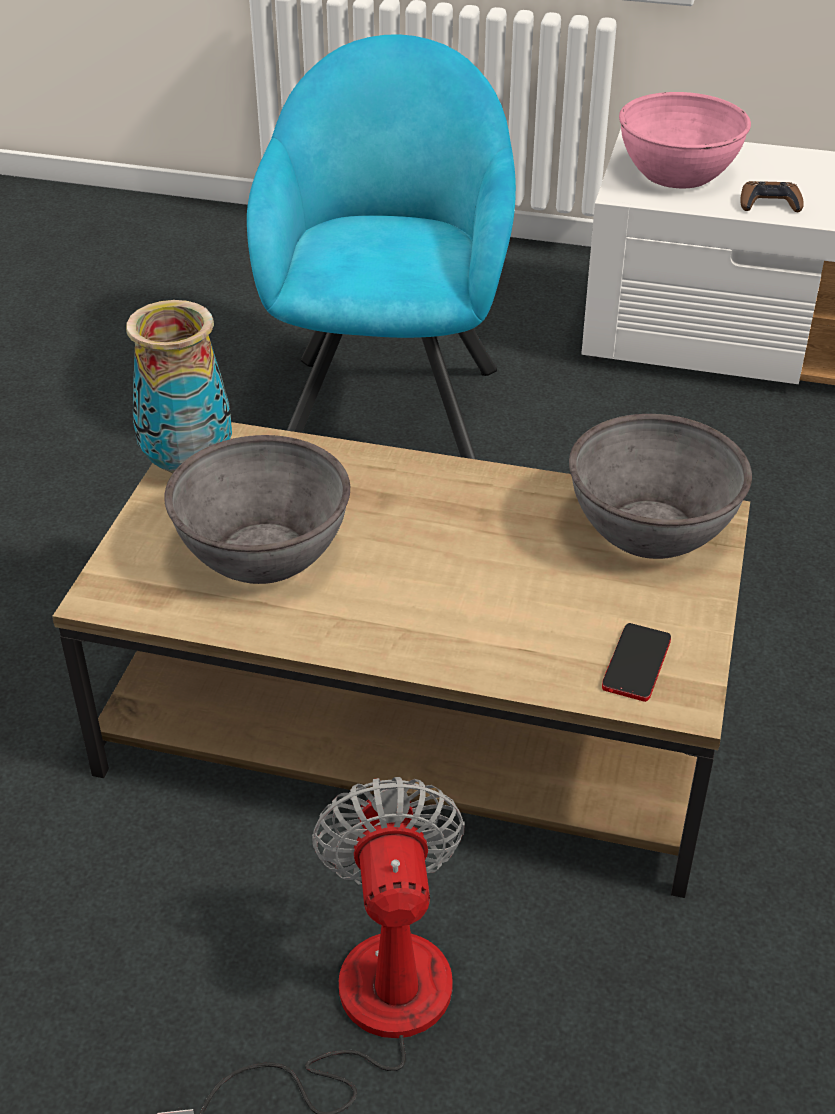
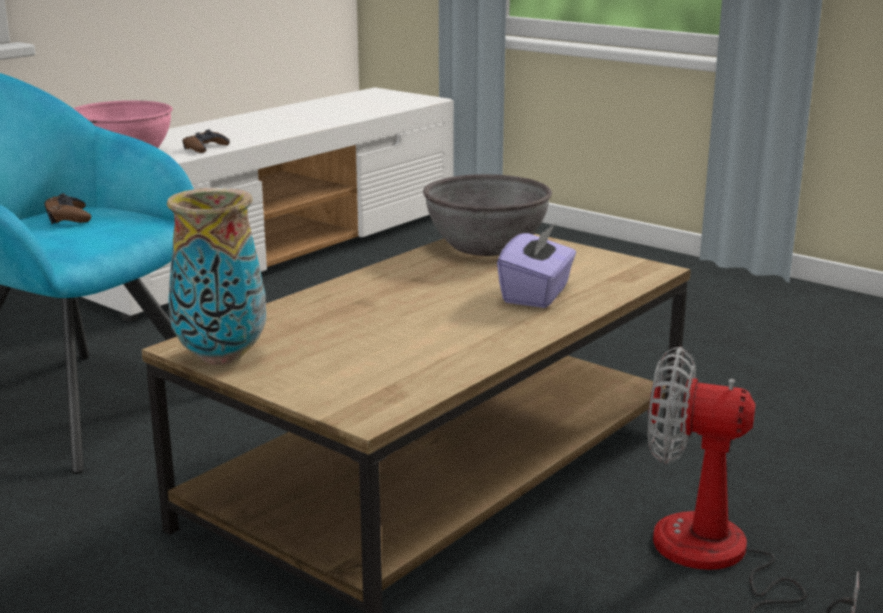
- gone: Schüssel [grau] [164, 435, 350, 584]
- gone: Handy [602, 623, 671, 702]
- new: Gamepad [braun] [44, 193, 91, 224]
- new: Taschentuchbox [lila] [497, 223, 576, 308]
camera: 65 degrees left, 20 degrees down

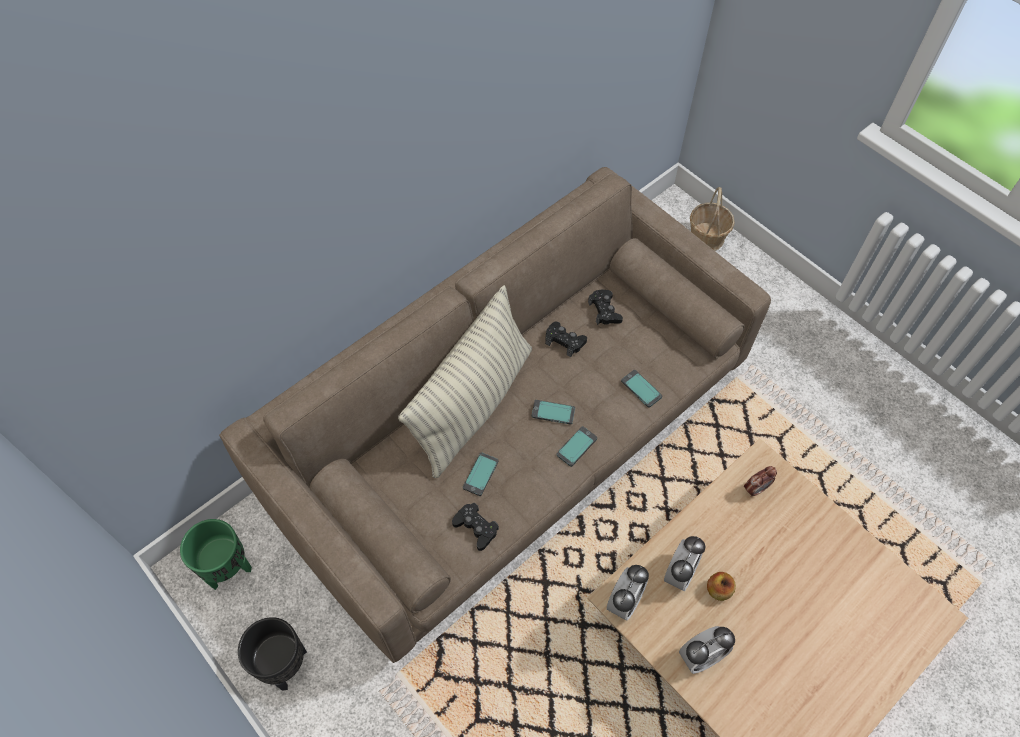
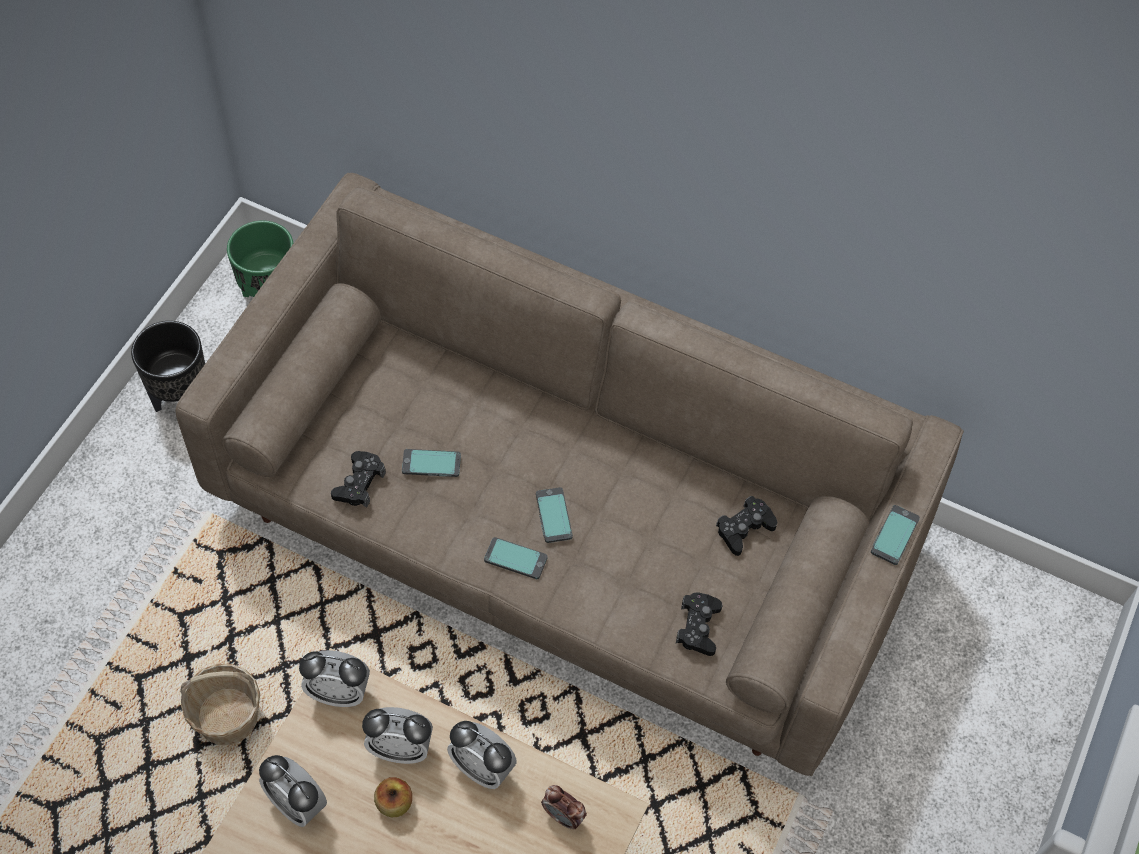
- gone: Kissen [398, 285, 532, 478]
- shifted: Gamepad [schwarz] [545, 321, 587, 357] to [676, 592, 722, 656]
- shifted: Handy [621, 370, 662, 408] to [871, 505, 920, 565]
- shifted: Korb [690, 187, 735, 251] to [180, 664, 260, 745]
- new: Wecker [447, 721, 517, 789]
camera: 65 degrees right, 0 degrees up

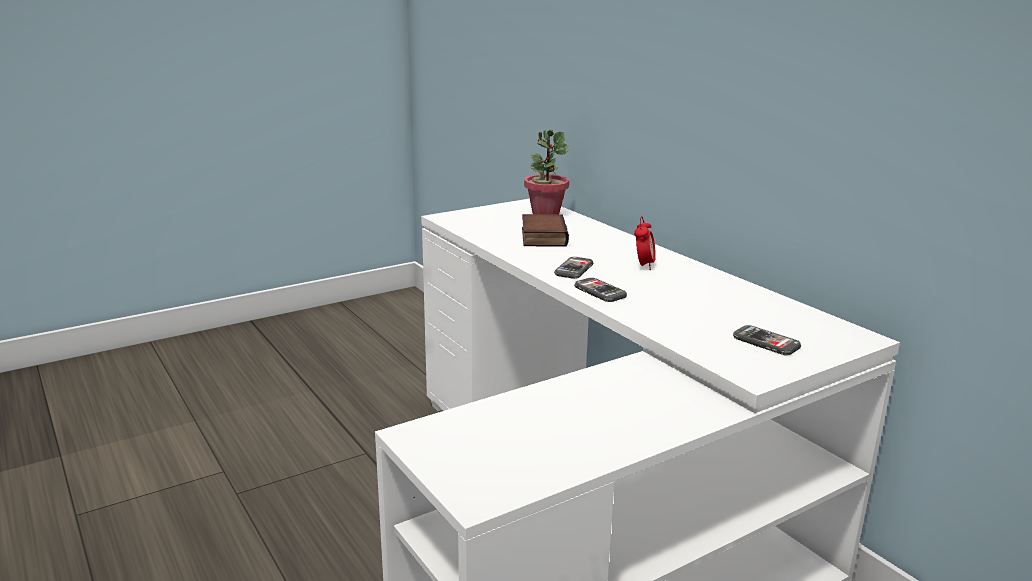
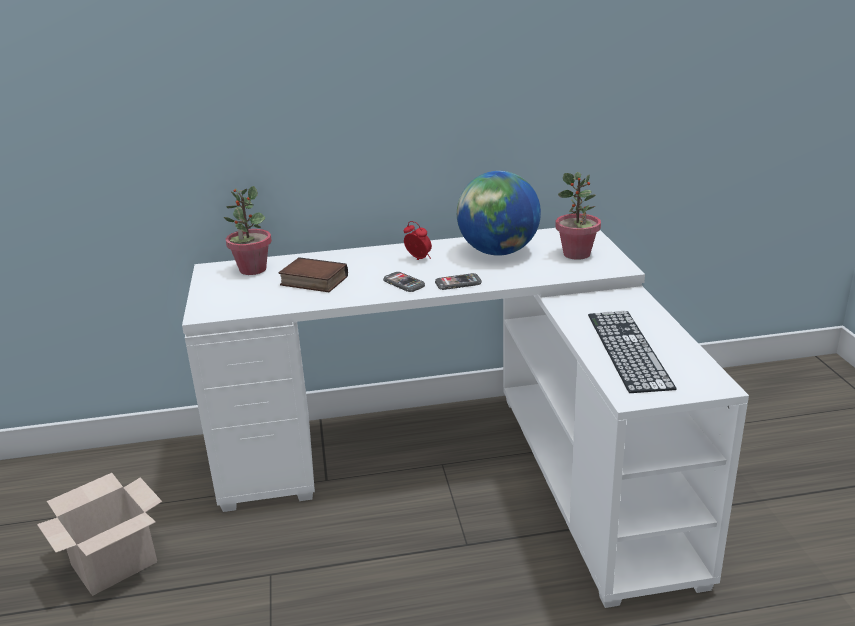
- swapped: Handy [733, 325, 801, 355] to Topfpflanze [555, 172, 601, 260]
- new: Karton [37, 473, 162, 596]
- new: Globus [457, 171, 541, 256]
- new: Tastatur [588, 311, 677, 393]
camera: 65 degrees left, 5 degrees up

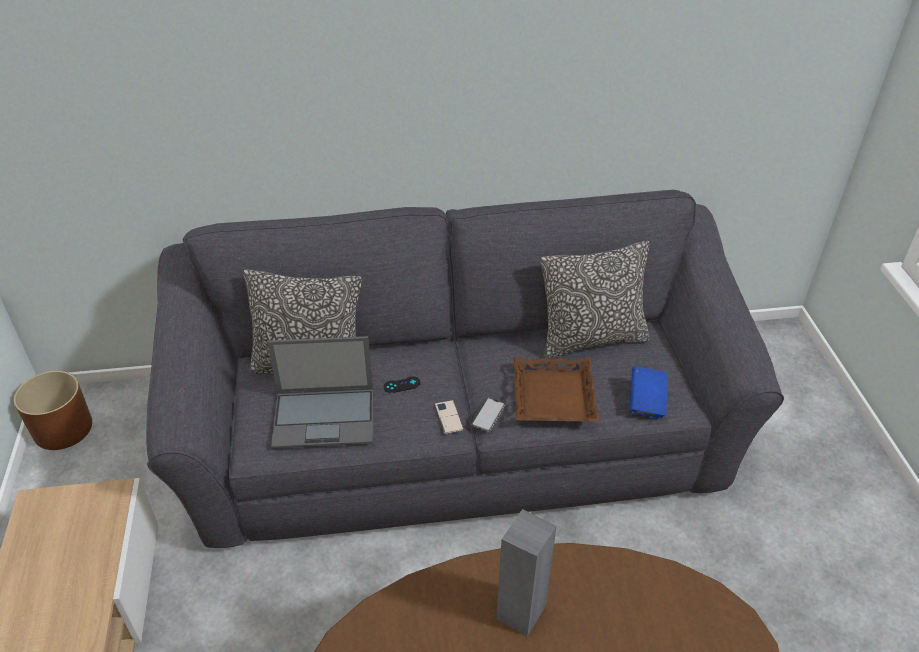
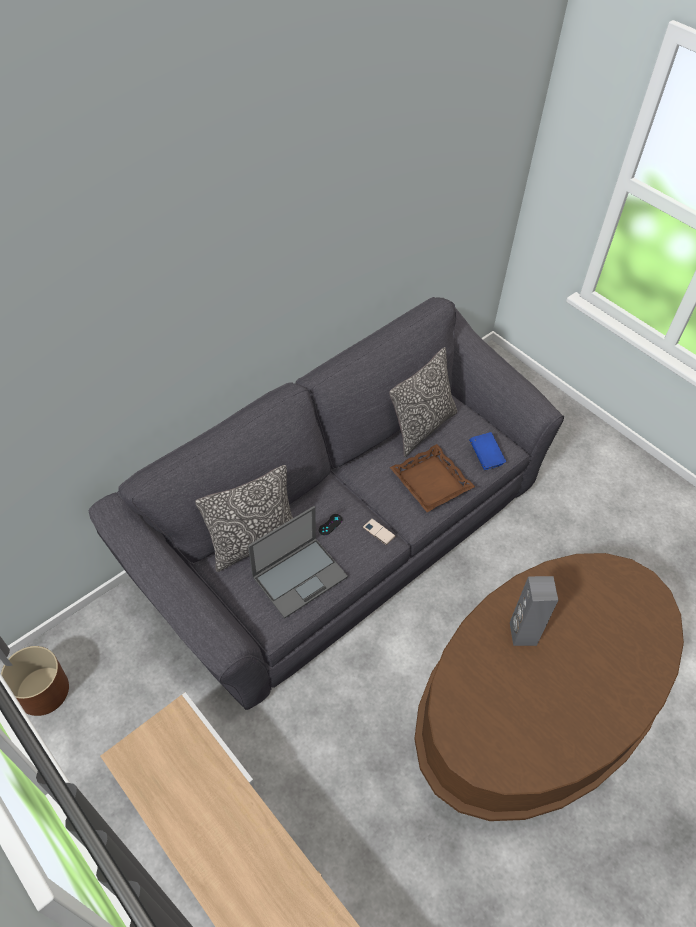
- gone: Handy [471, 397, 505, 432]
camera: 35 degrees left, 10 degrees up

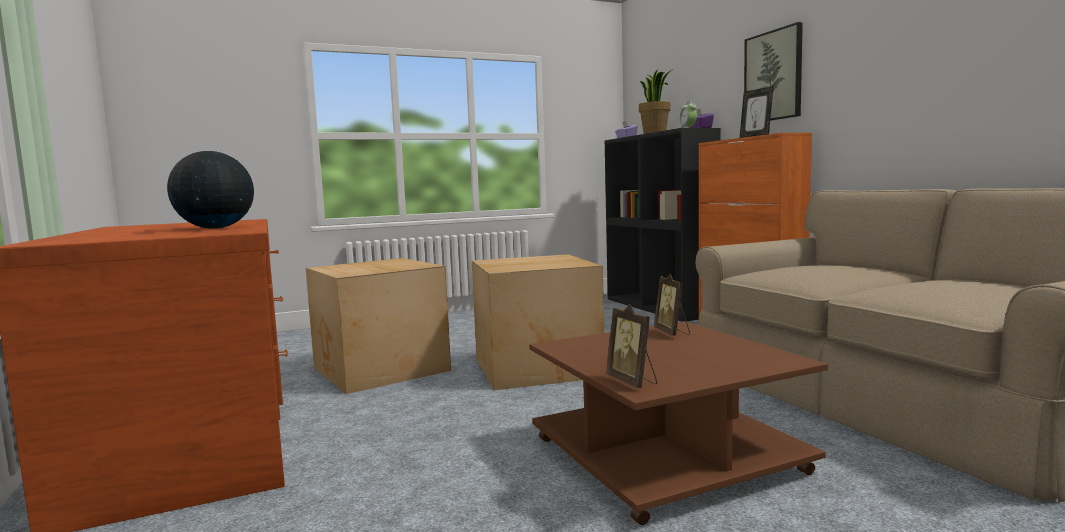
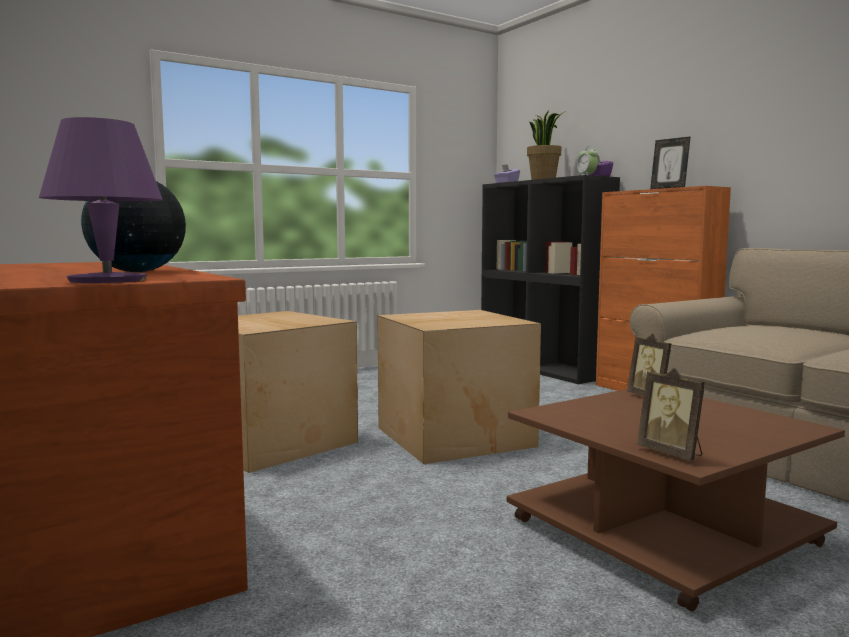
- gone: Bild [744, 22, 803, 121]
- new: Tischlampe [lila] [39, 117, 163, 283]
camera: 10 degrees left, 0 degrees up

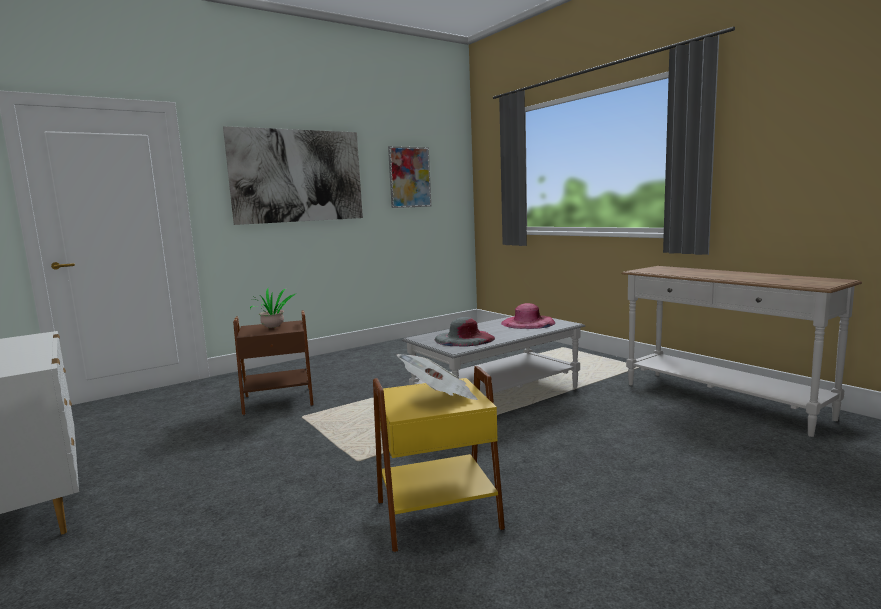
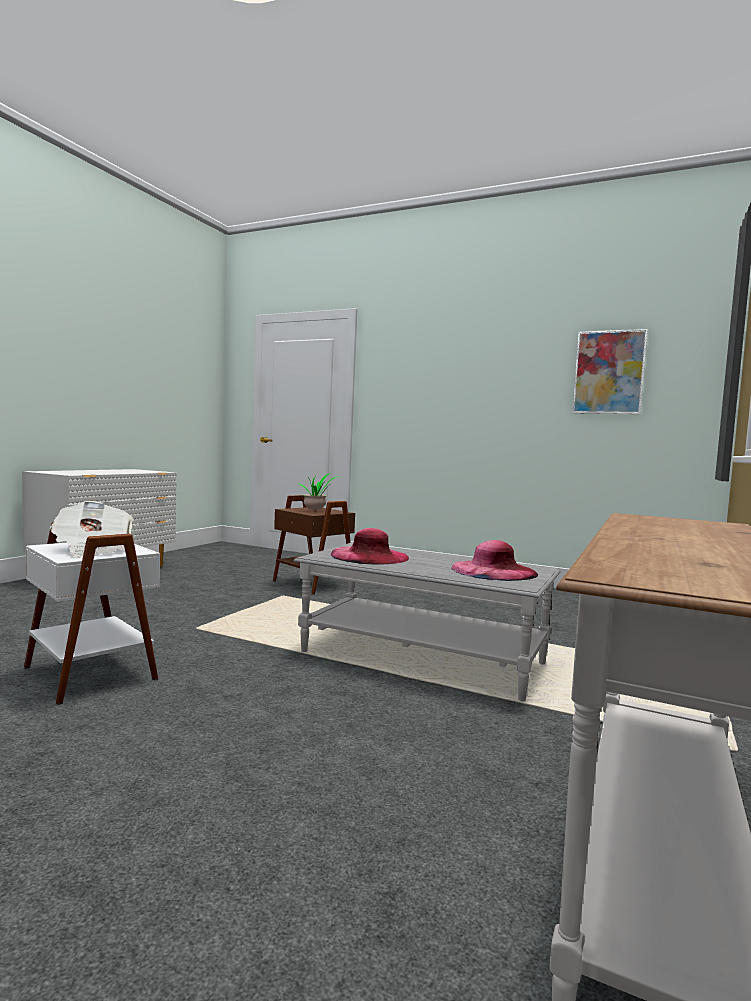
- gone: Bild [223, 126, 363, 225]
- repainted: Beistelltisch [gelb] [373, 366, 505, 553] to Beistelltisch [weiß] [24, 522, 160, 705]
- repainted: Hut [grau] [435, 317, 495, 347] to Hut [rosa] [331, 528, 409, 565]
camera: 60 degrees right, 5 degrees down

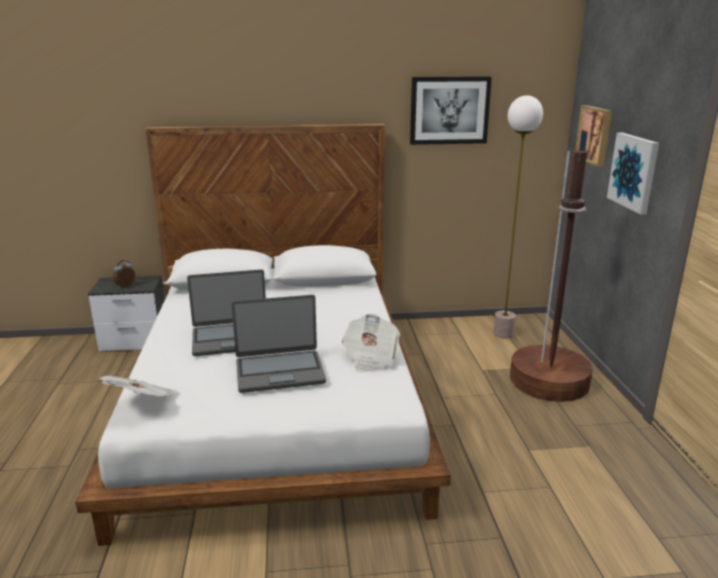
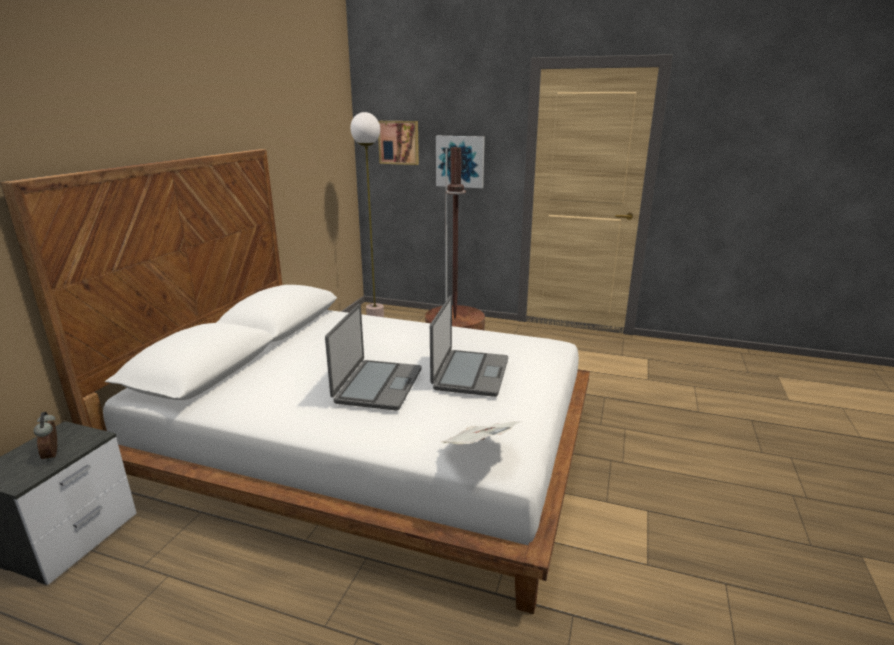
- gone: Zeitung [342, 314, 400, 372]
- gone: Bild [410, 76, 492, 145]
camera: 65 degrees left, 0 degrees up

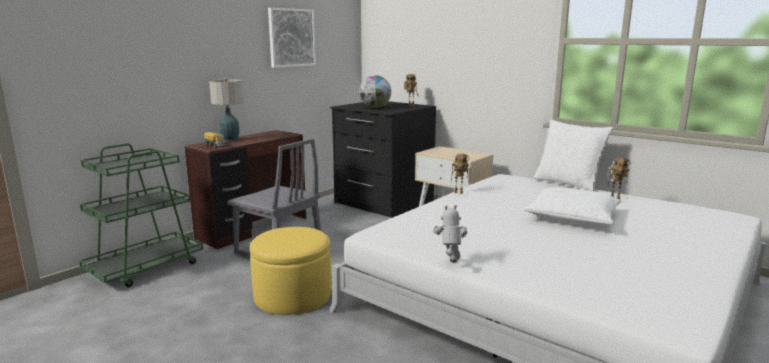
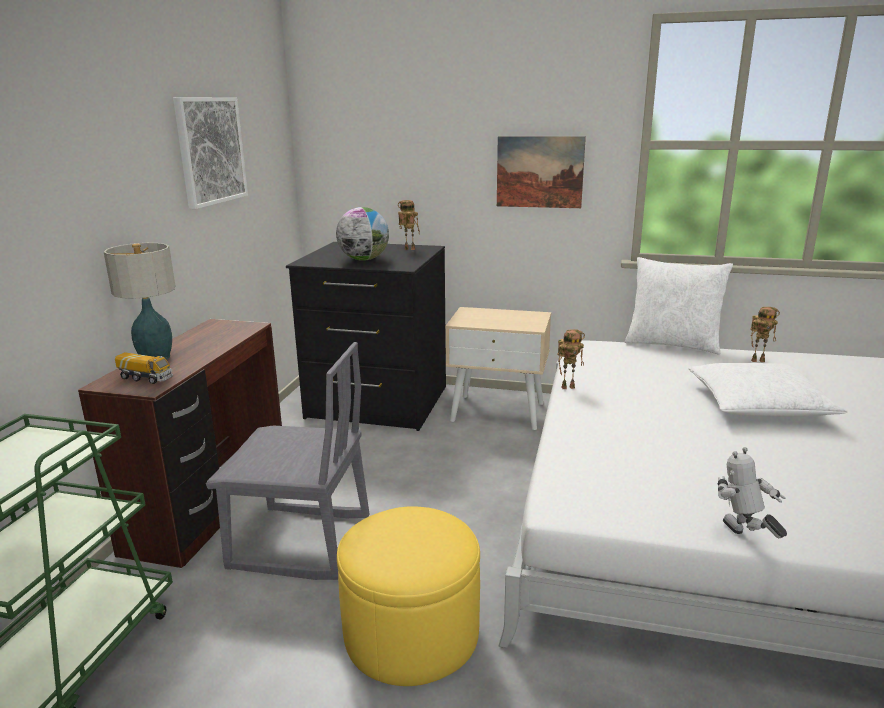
- new: Bild [497, 136, 586, 208]
camera: 25 degrees left, 5 degrees up

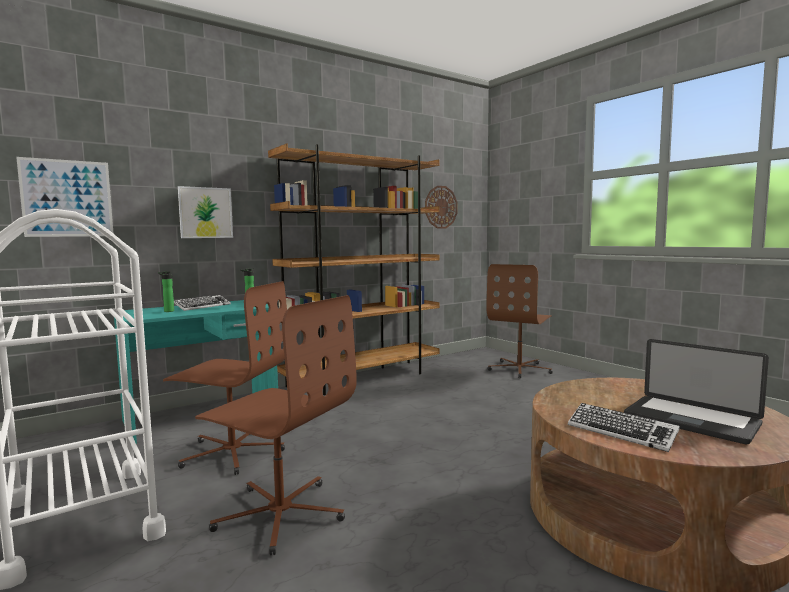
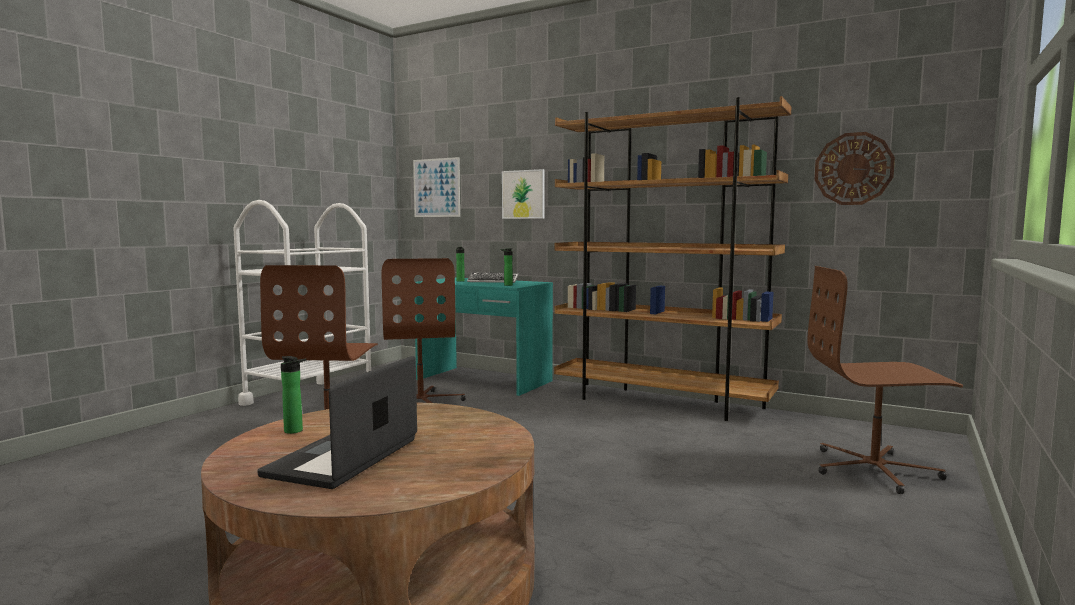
- swapped: Tastatur [568, 403, 680, 452] to Flasche [281, 356, 306, 434]
camera: 65 degrees right, 0 degrees up

